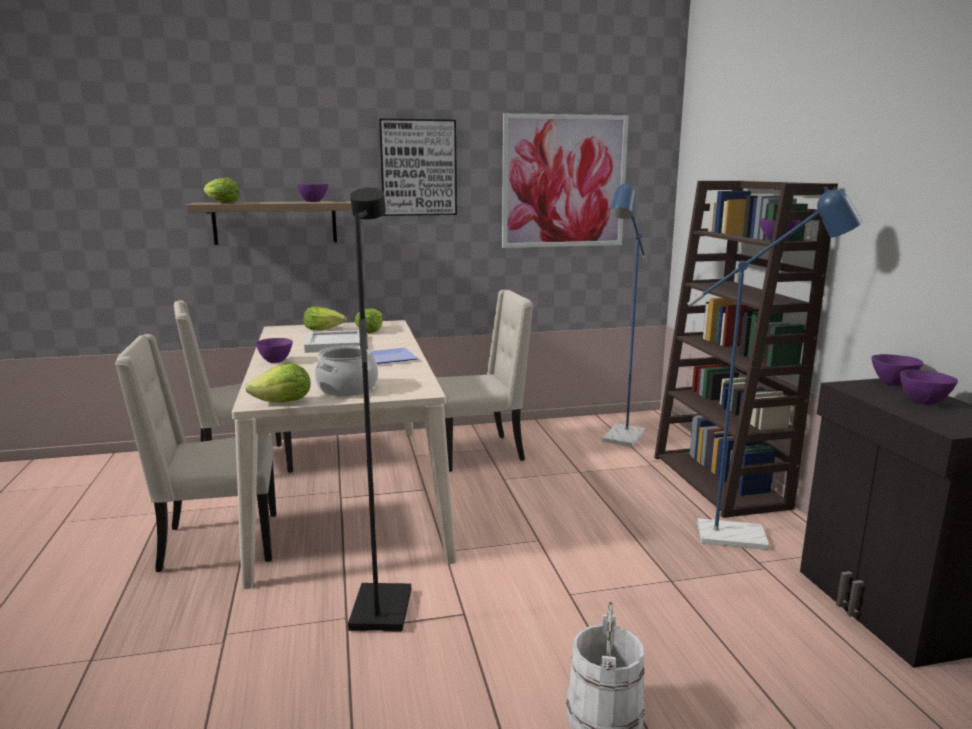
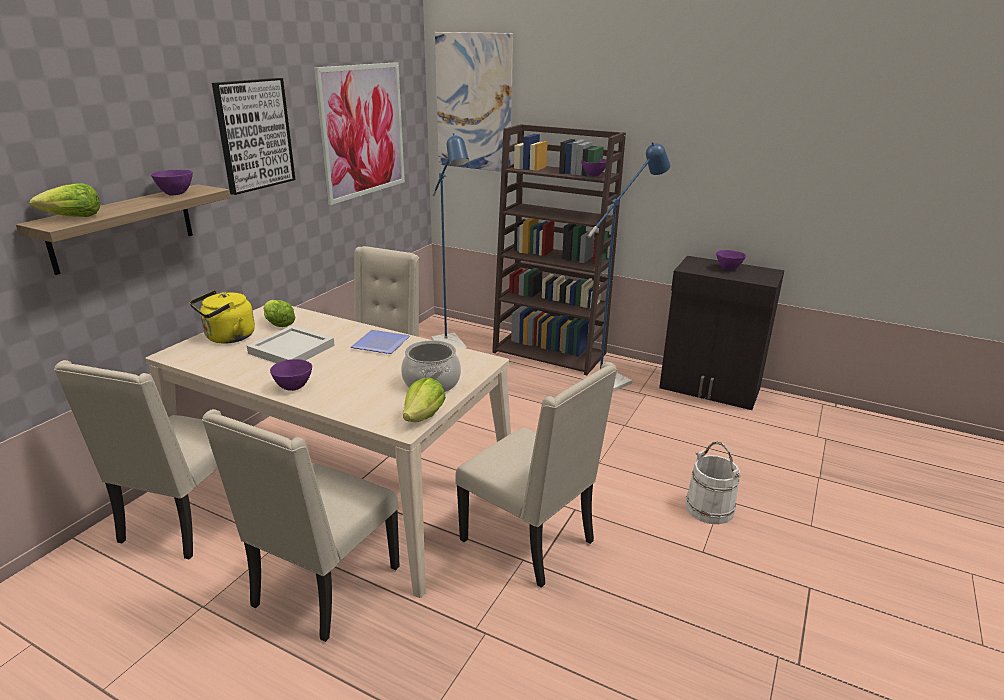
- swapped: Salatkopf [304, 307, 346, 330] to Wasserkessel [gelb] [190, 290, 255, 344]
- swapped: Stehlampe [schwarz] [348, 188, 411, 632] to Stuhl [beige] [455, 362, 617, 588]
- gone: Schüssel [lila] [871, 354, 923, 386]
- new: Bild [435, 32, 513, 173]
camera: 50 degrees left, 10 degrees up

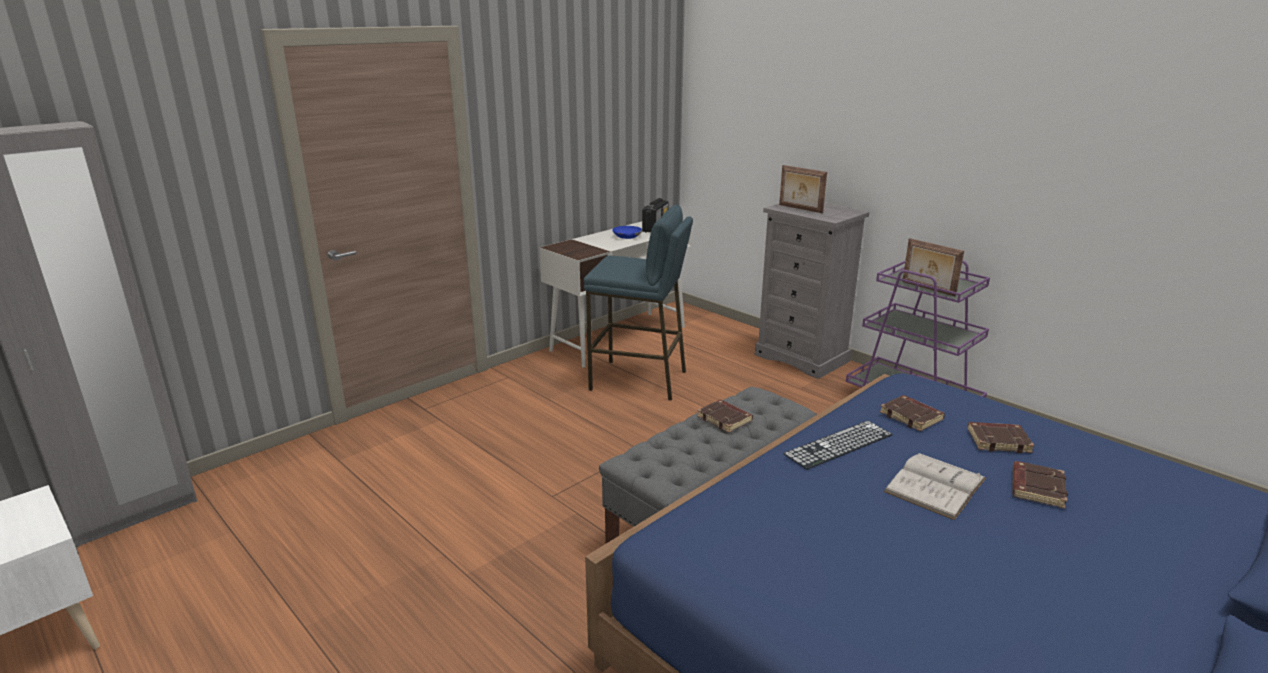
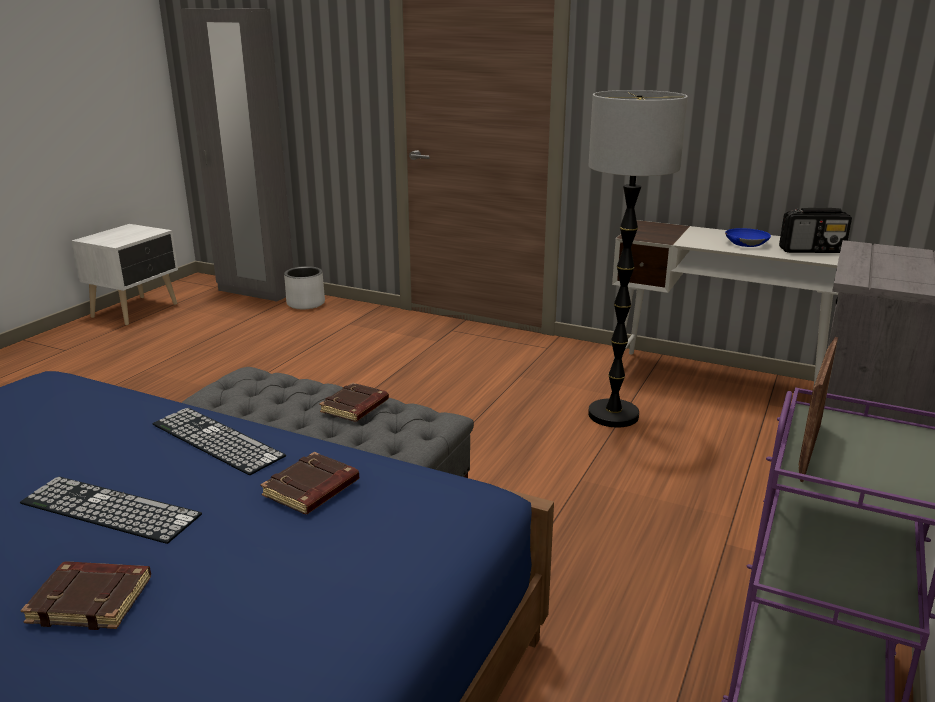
- swapped: Hocker [blau] [584, 204, 693, 401] to Stehlampe [588, 90, 688, 428]
- gone: Bilderrahmen [779, 165, 827, 213]
- swapped: Buch [weiß] [884, 453, 986, 520] to Tastatur [20, 477, 202, 544]
- gone: Buch [braun] [967, 422, 1034, 453]
- new: Pflanzkübel [weiß] [284, 266, 325, 310]
camera: 70 degrees right, 0 degrees up

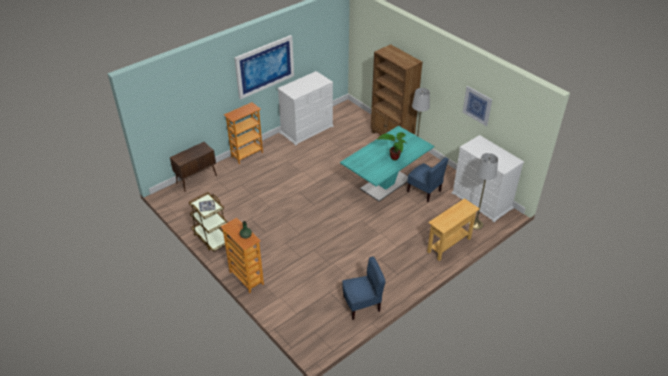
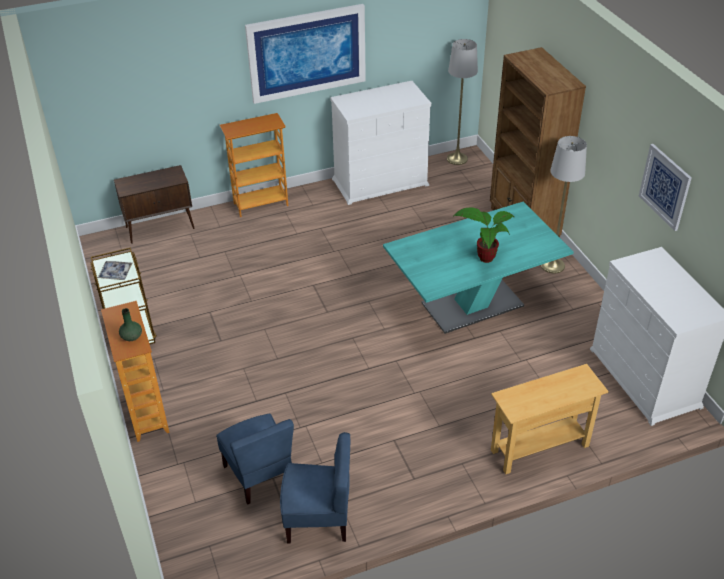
- shifted: Stuhl [blau] [407, 157, 448, 202] to [216, 414, 294, 505]
- shifted: Stehlampe [grau] [469, 153, 498, 230] to [447, 39, 478, 165]
camera: 20 degrees right, 0 degrees up

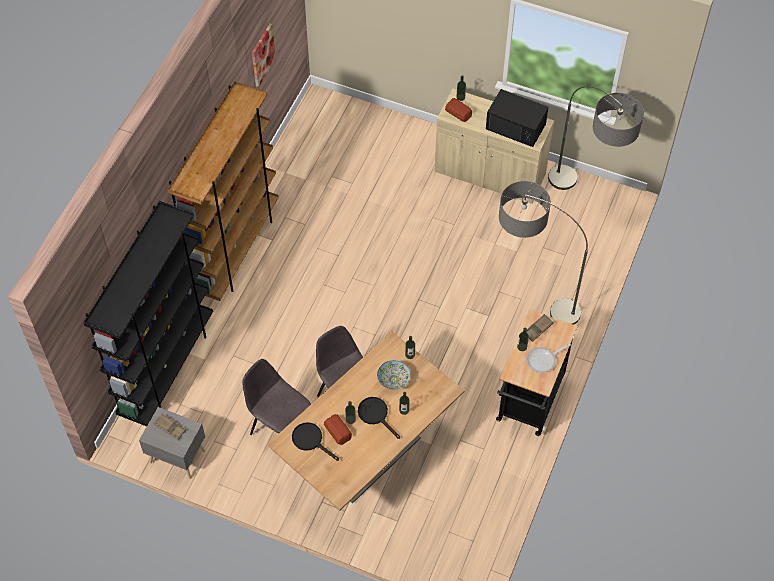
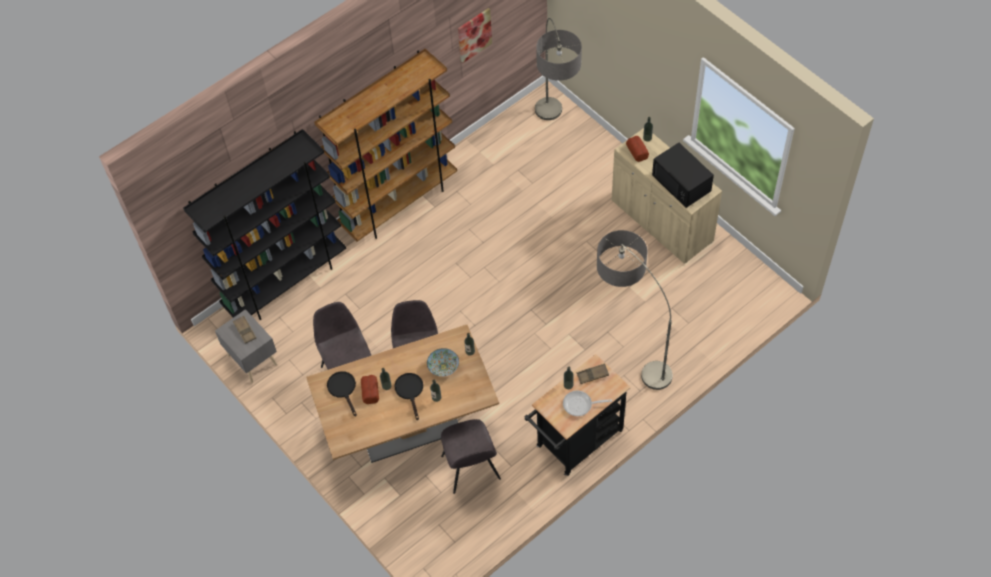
- shifted: Stehlampe [548, 86, 644, 190] to [535, 18, 582, 120]
- new: Stuhl [grau] [441, 419, 501, 494]
camera: 30 degrees right, 0 degrees up

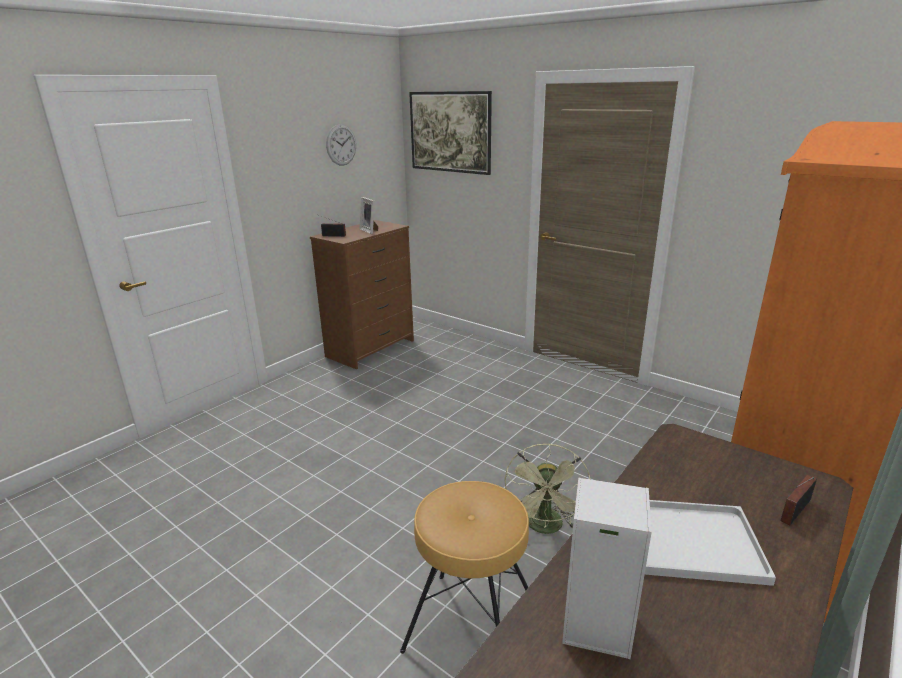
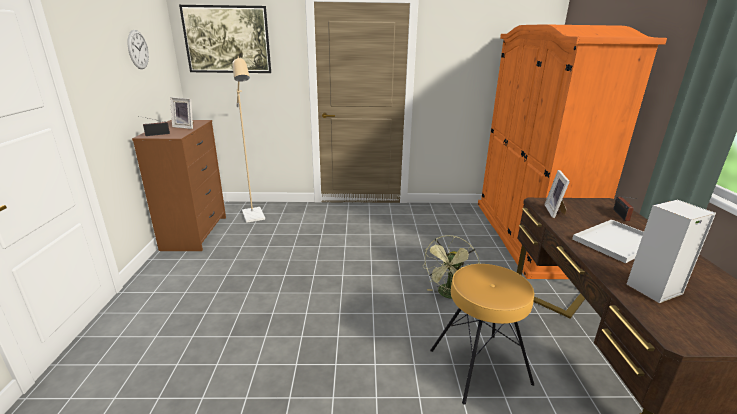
- rotated: Ventilator [grün] [504, 443, 590, 534] = [422, 235, 480, 299] 60 degrees clockwise
- new: Stehlampe [beige] [232, 57, 265, 223]
- new: Bilderrahmen [544, 170, 570, 218]
camera: 40 degrees left, 0 degrees up

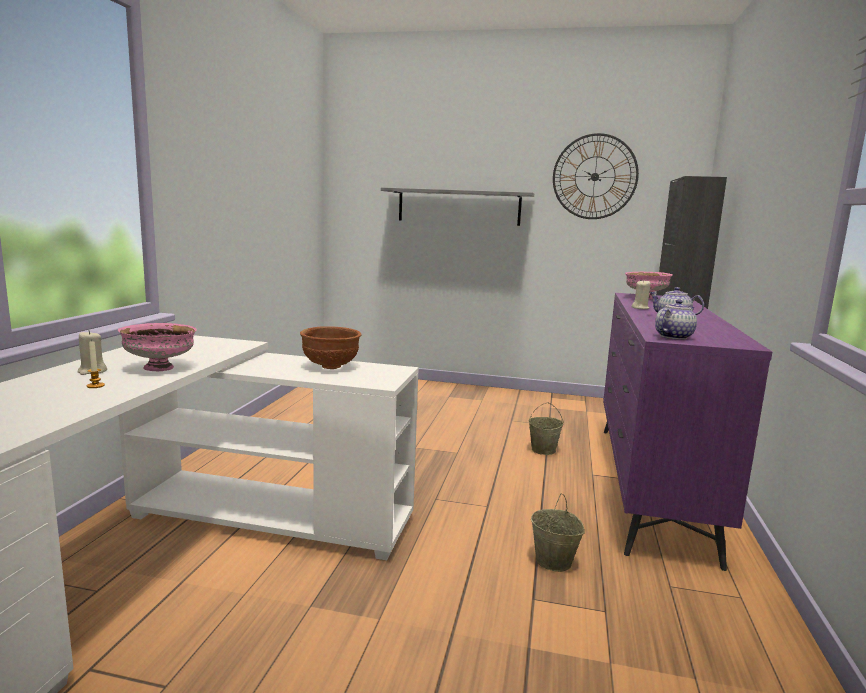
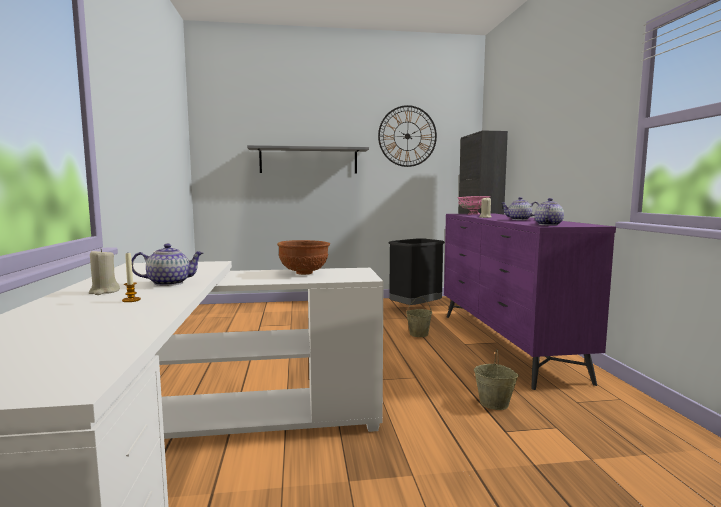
- swapped: Schüssel [rosa] [118, 323, 197, 371] to Teekanne [131, 243, 204, 286]
- new: Mülleimer [schwarz] [388, 238, 445, 305]
camera: 20 degrees left, 5 degrees down

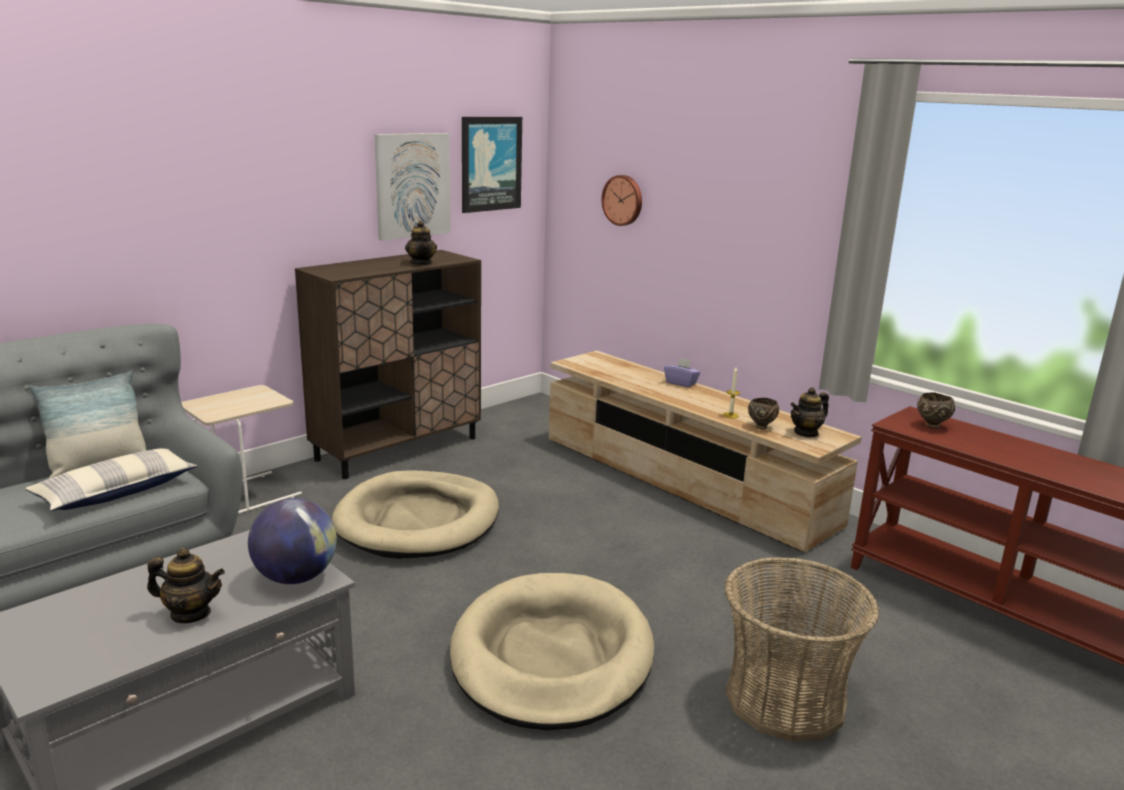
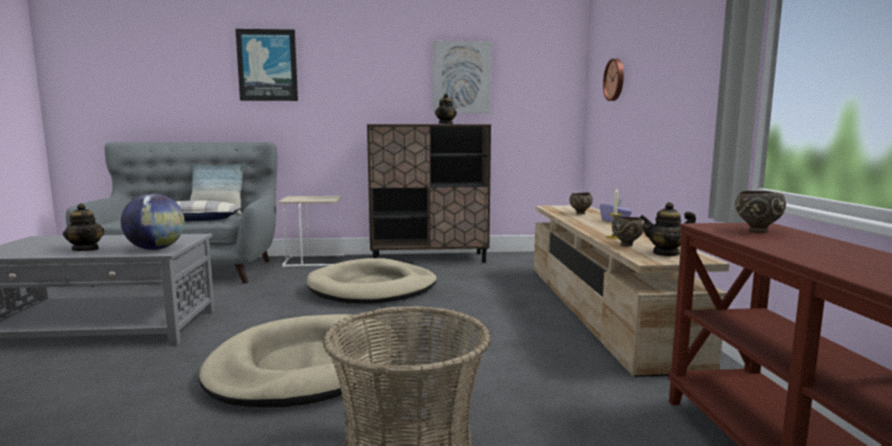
- shifted: Bild [462, 117, 522, 213] to [235, 29, 298, 101]
- new: Schüssel [braun] [570, 192, 593, 214]
camera: 40 degrees right, 10 degrees down

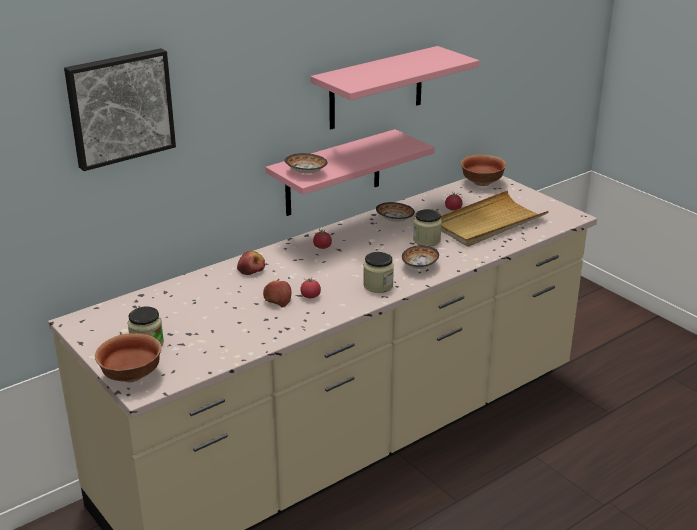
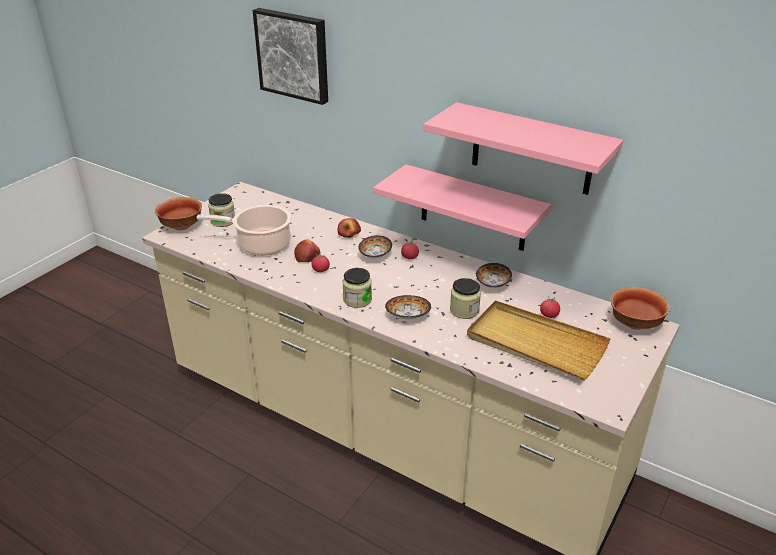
- shifted: Schüssel [285, 153, 327, 174] to [358, 235, 392, 259]
- new: Kochtopf [196, 205, 291, 256]
camera: 70 degrees right, 5 degrees up

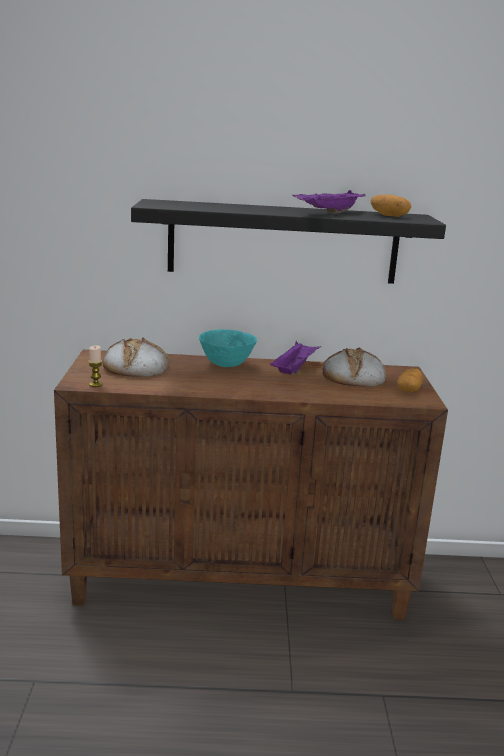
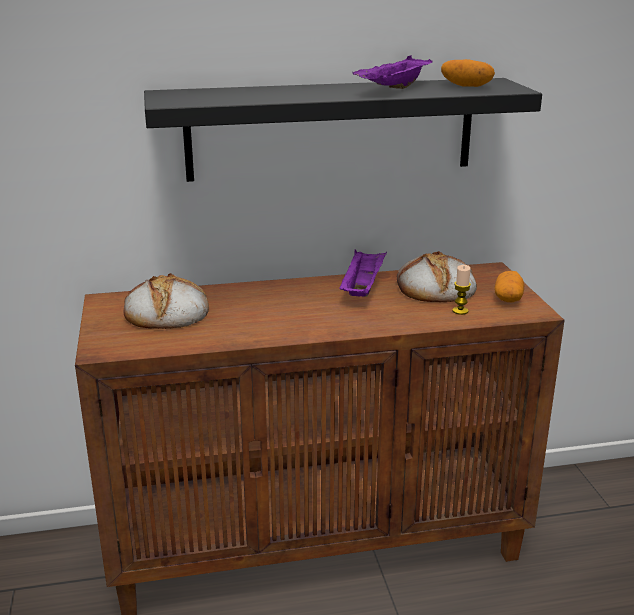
- shifted: Kerze [88, 345, 103, 387] to [452, 265, 471, 315]
- gone: Schüssel [türkis] [199, 329, 257, 367]
camera: 10 degrees left, 5 degrees up

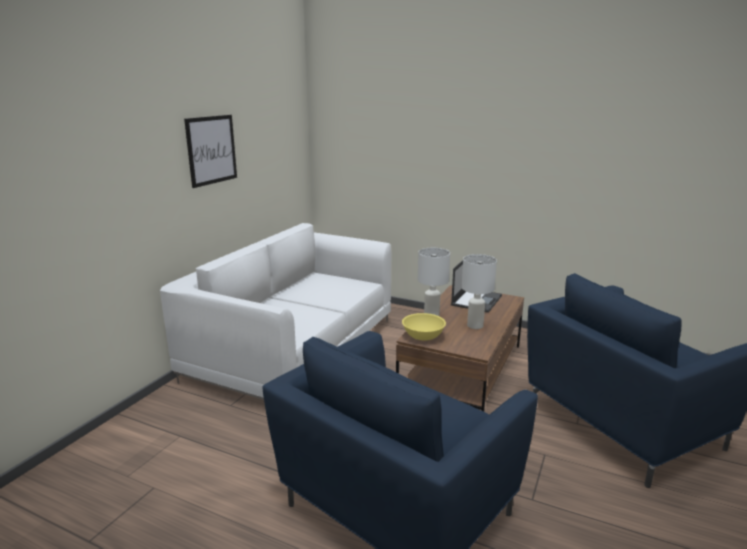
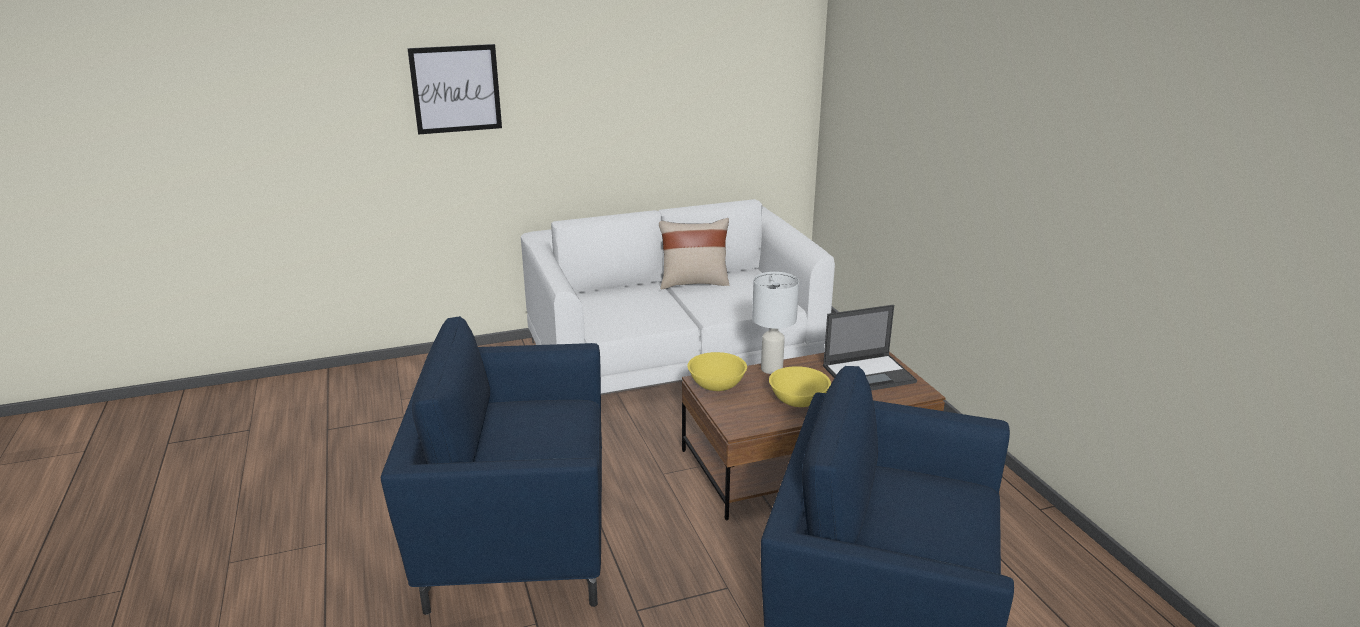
- shifted: Bild [184, 115, 237, 188] to [407, 44, 502, 135]
- swapped: Tischlampe [weiß] [462, 254, 497, 329] to Schüssel [gelb] [769, 366, 831, 407]
- new: Kissen [beige] [659, 218, 729, 289]
camera: 45 degrees right, 5 degrees up

